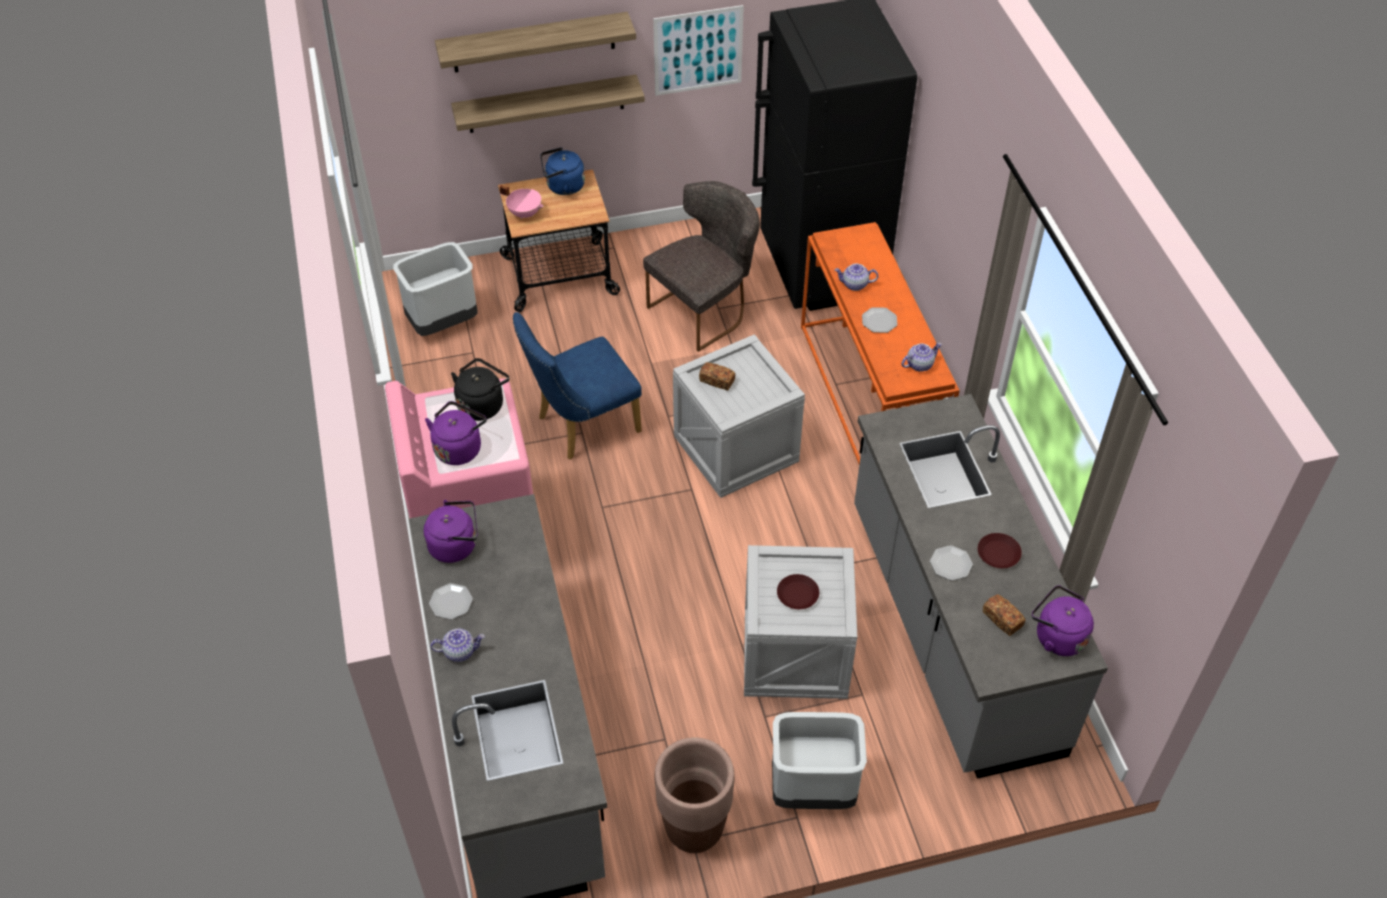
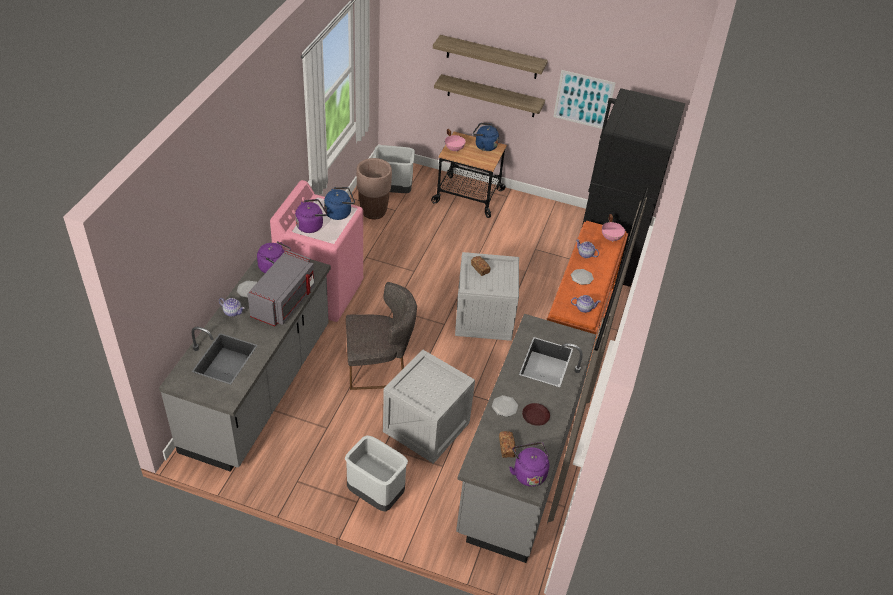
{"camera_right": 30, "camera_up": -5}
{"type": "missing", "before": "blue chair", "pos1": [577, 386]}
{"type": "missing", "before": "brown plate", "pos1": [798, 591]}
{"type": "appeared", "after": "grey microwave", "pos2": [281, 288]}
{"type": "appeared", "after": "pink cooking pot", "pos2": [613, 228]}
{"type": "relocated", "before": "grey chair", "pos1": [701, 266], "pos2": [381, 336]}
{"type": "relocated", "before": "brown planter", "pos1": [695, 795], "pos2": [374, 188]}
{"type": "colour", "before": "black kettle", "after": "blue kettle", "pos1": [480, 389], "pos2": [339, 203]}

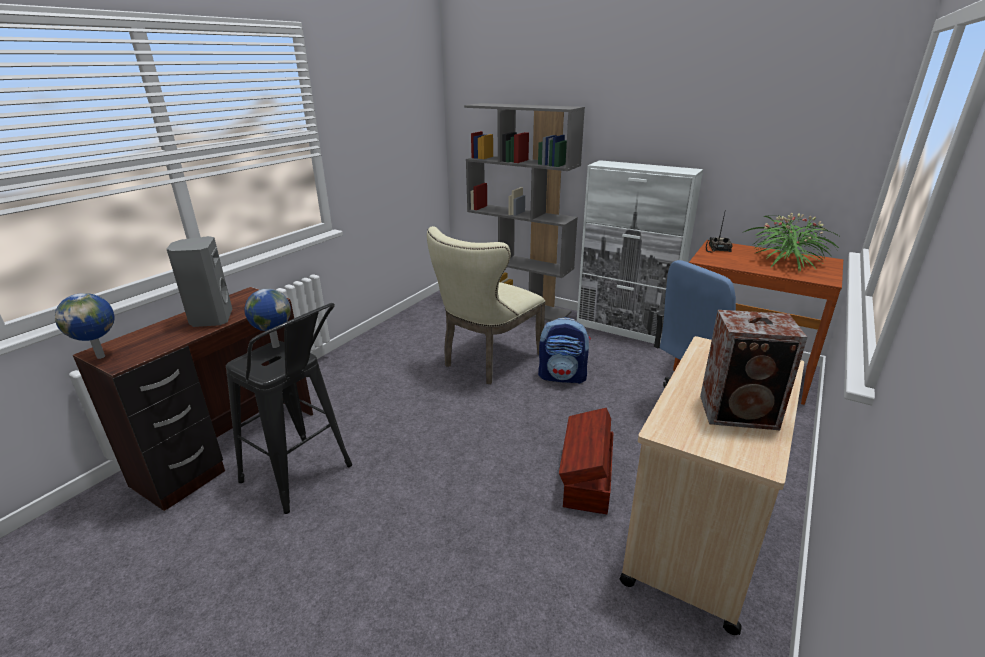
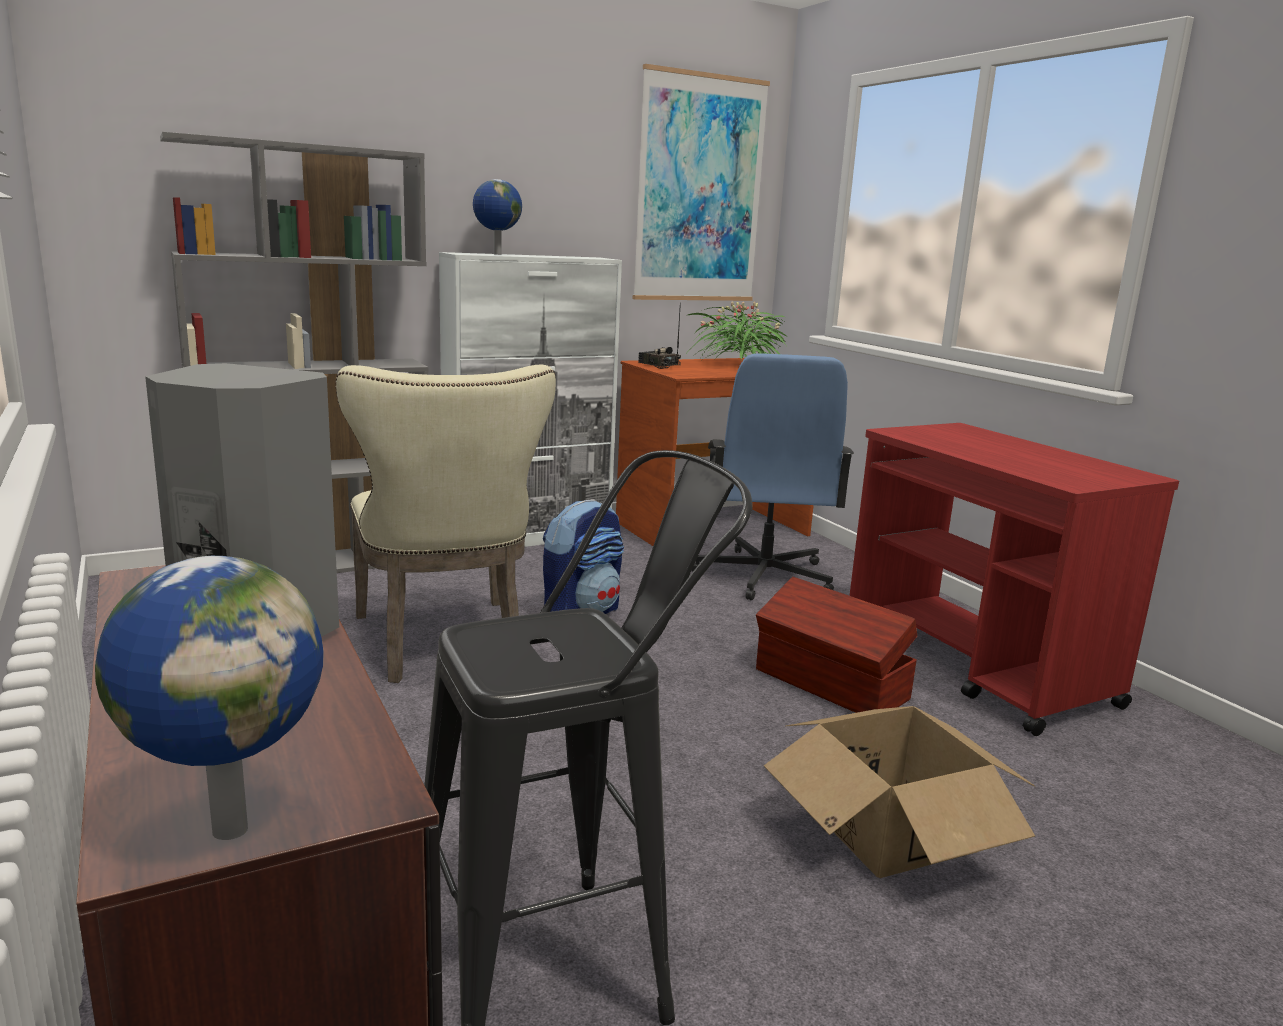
{"camera_right": -60, "camera_up": -10}
{"type": "missing", "before": "speaker", "pos1": [753, 370]}
{"type": "appeared", "after": "picture", "pos2": [701, 182]}
{"type": "appeared", "after": "cardboard box", "pos2": [899, 792]}
{"type": "relocated", "before": "globe", "pos1": [267, 318], "pos2": [497, 217]}
{"type": "colour", "before": "beige cart", "after": "red cart", "pos1": [712, 485], "pos2": [1014, 579]}

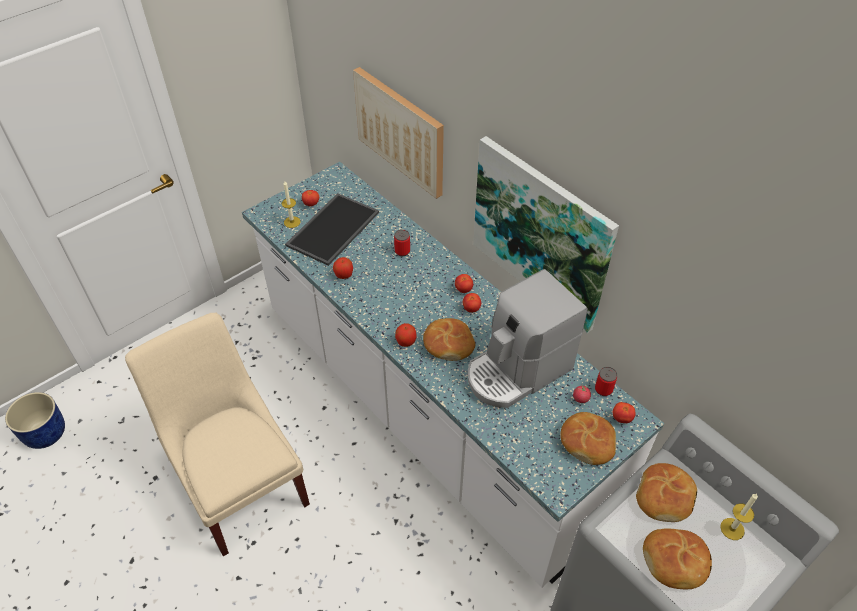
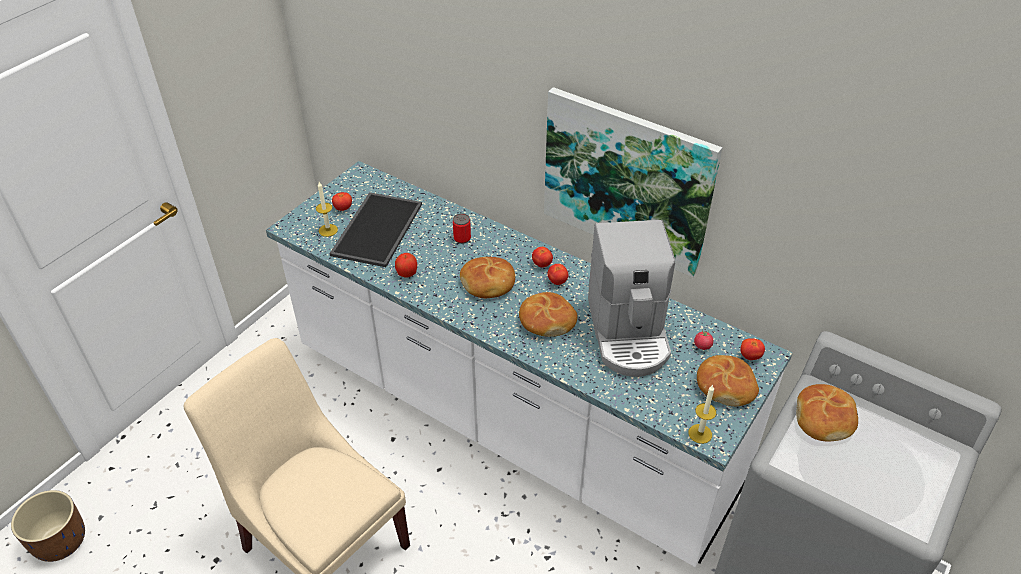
{"camera_right": -15, "camera_up": -5}
{"type": "missing", "before": "picture", "pos1": [398, 133]}
{"type": "missing", "before": "apple", "pos1": [406, 335]}
{"type": "missing", "before": "can", "pos1": [606, 381]}
{"type": "relocated", "before": "bread", "pos1": [677, 558], "pos2": [487, 277]}
{"type": "relocated", "before": "candle", "pos1": [739, 517], "pos2": [702, 414]}
{"type": "colour", "before": "blue planter", "after": "brown planter", "pos1": [35, 420], "pos2": [48, 526]}
{"type": "spun", "before": "coffee machine", "pos1": [528, 338], "pos2": [631, 298], "turn": -45}

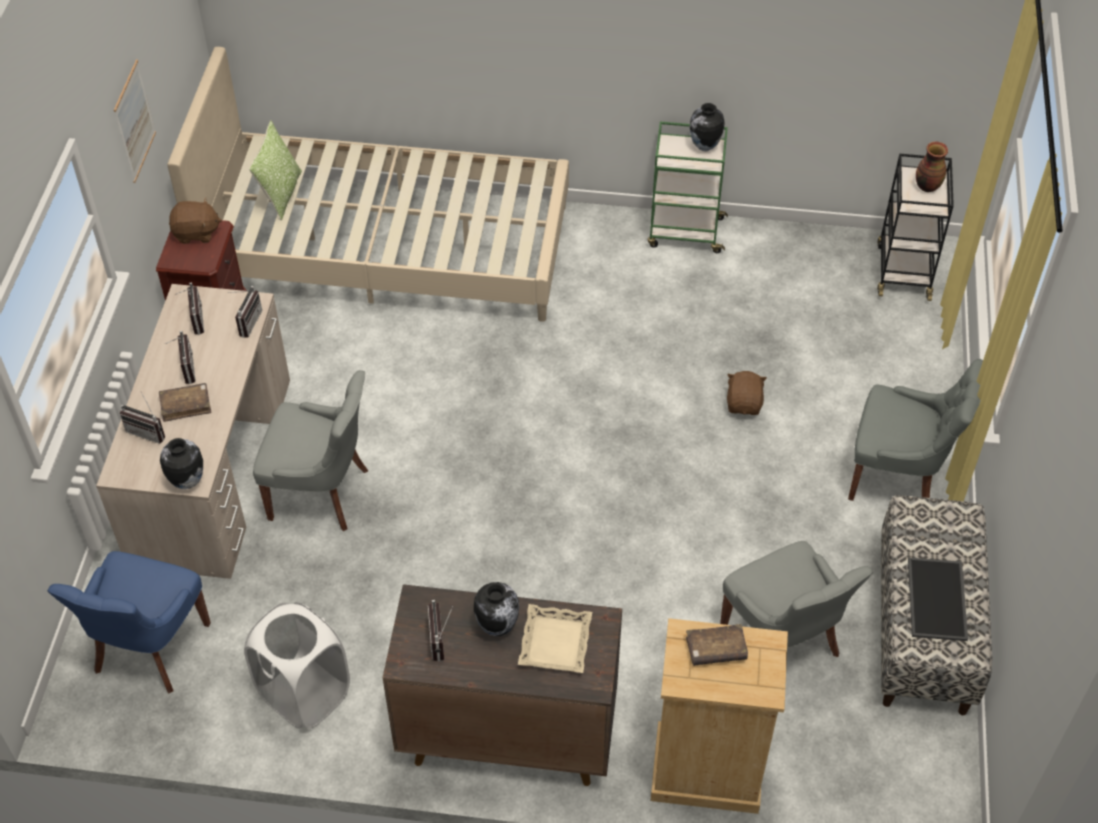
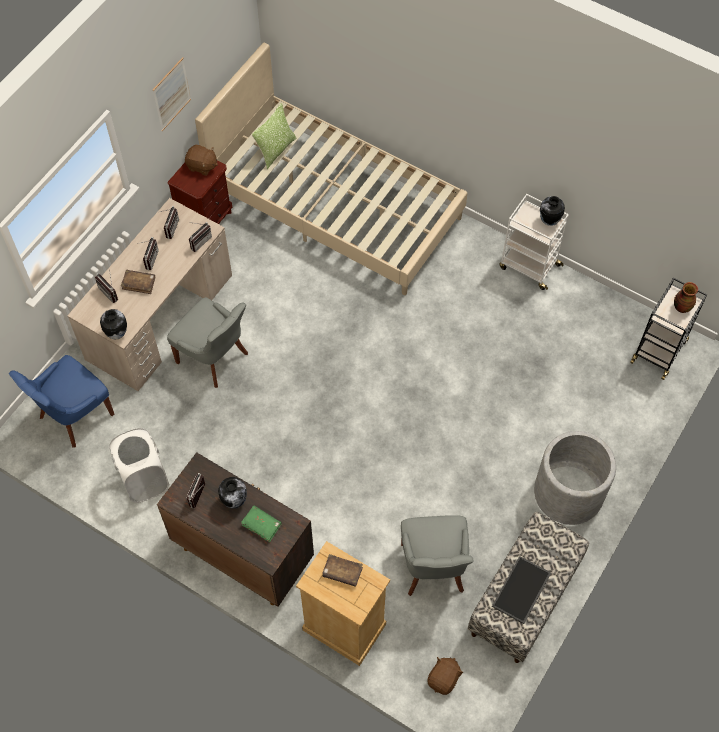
{"camera_right": 25, "camera_up": 10}
{"type": "relocated", "before": "brown plush toy", "pos1": [747, 393], "pos2": [446, 676]}
{"type": "exchanged", "before": "beige tray", "after": "green book", "pos1": [555, 638], "pos2": [261, 524]}
{"type": "exchanged", "before": "grey chair", "after": "grey planter", "pos1": [915, 430], "pos2": [575, 478]}
{"type": "colour", "before": "green cart", "after": "white cart", "pos1": [688, 187], "pos2": [534, 242]}

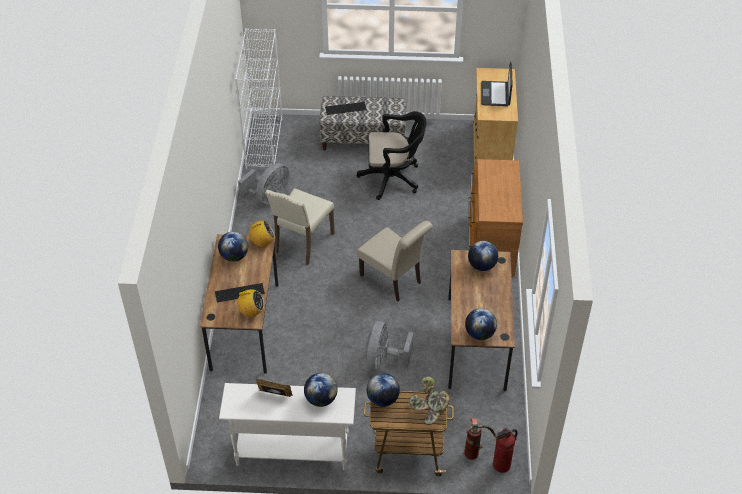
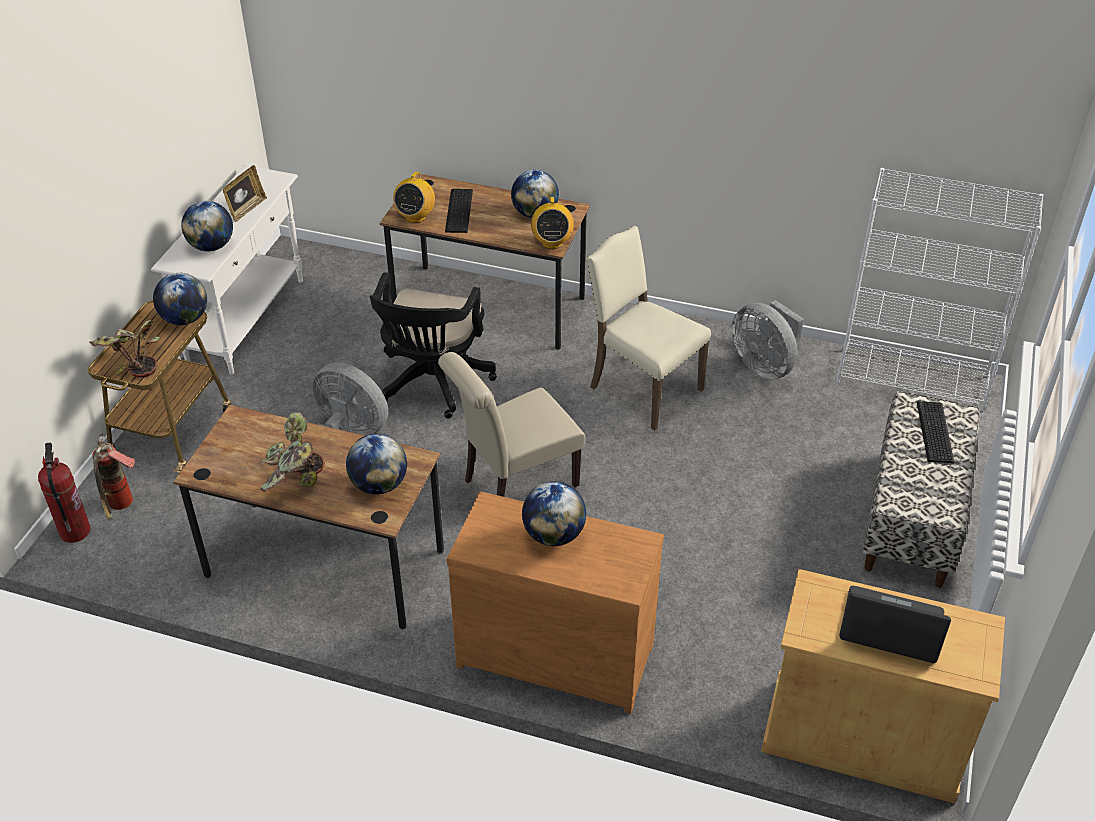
{"camera_right": 105, "camera_up": -5}
{"type": "appeared", "after": "potted plant", "pos2": [292, 452]}
{"type": "relocated", "before": "black office chair", "pos1": [392, 155], "pos2": [433, 345]}
{"type": "relocated", "before": "globe", "pos1": [481, 324], "pos2": [554, 513]}

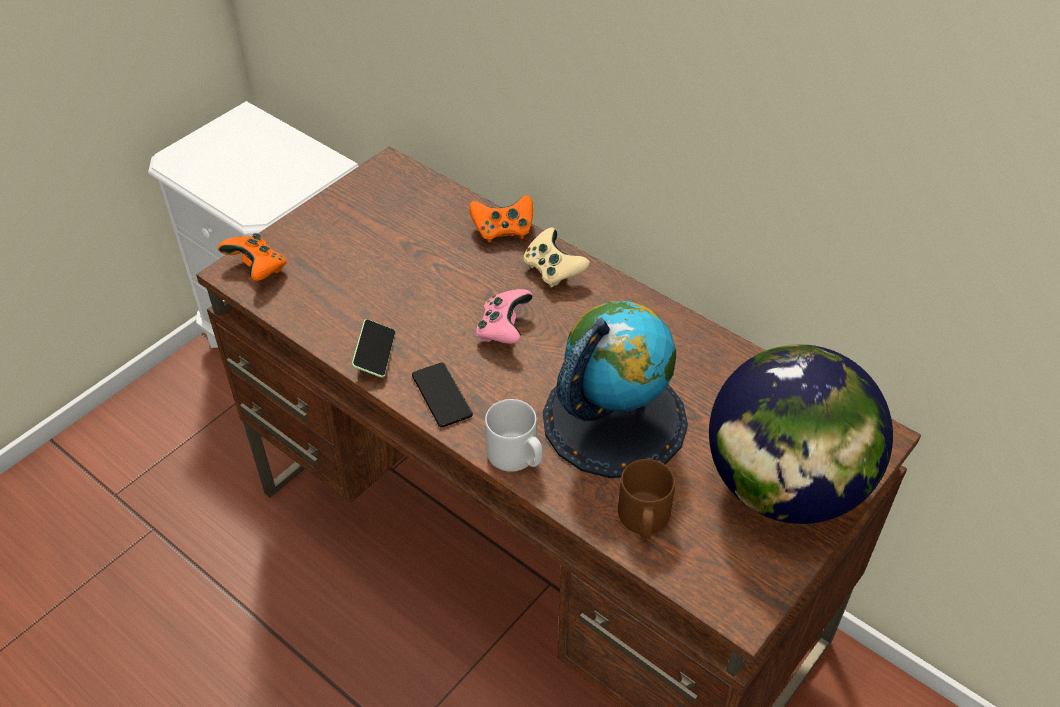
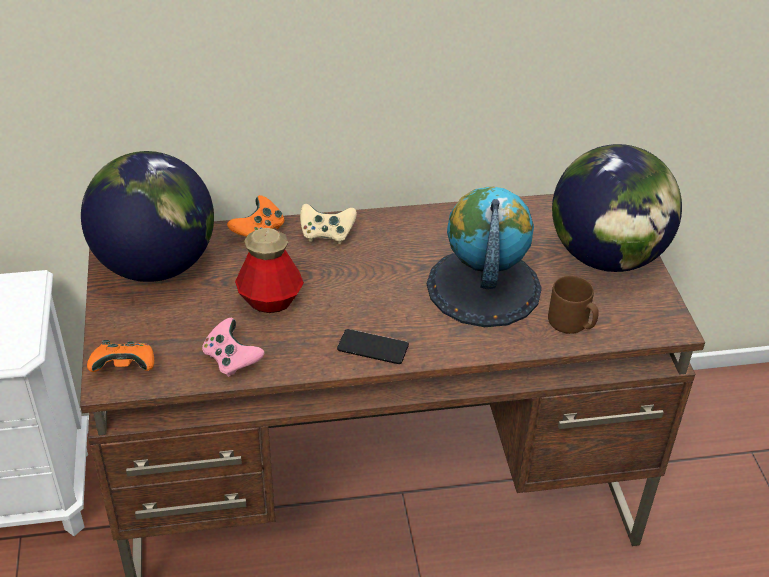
{"camera_right": -50, "camera_up": -5}
{"type": "missing", "before": "phone", "pos1": [374, 348]}
{"type": "missing", "before": "grey mug", "pos1": [514, 435]}
{"type": "appeared", "after": "globe", "pos2": [147, 216]}
{"type": "appeared", "after": "bottle", "pos2": [269, 270]}
{"type": "relocated", "before": "pink game controller", "pos1": [504, 316], "pos2": [233, 347]}

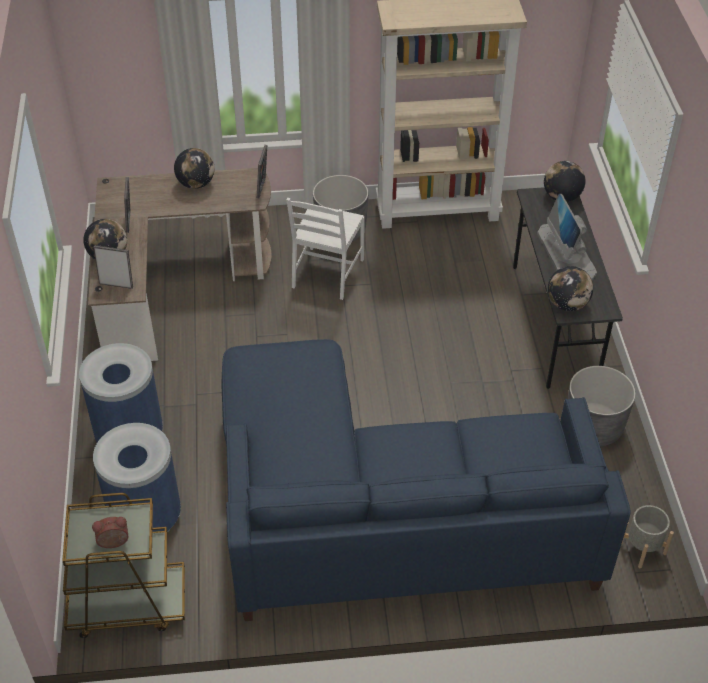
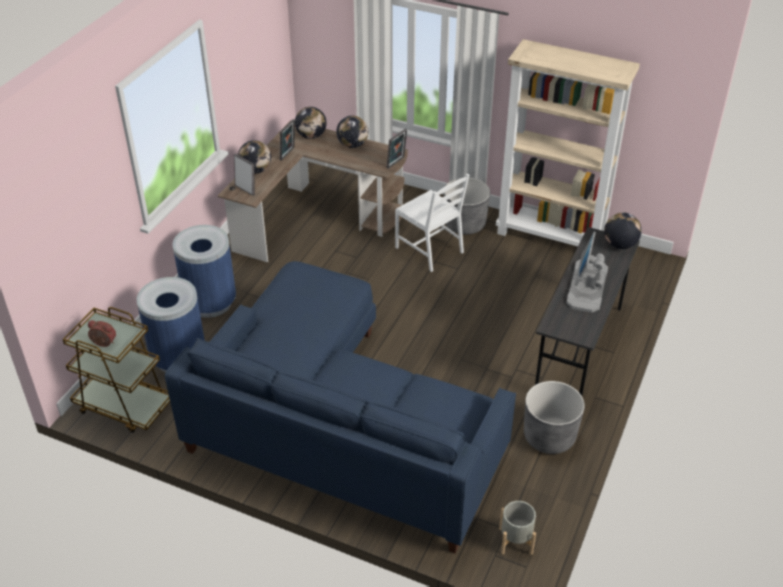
{"camera_right": 30, "camera_up": -5}
{"type": "relocated", "before": "globe", "pos1": [570, 288], "pos2": [311, 123]}
{"type": "spun", "before": "white chair", "pos1": [326, 249], "pos2": [432, 223], "turn": -90}

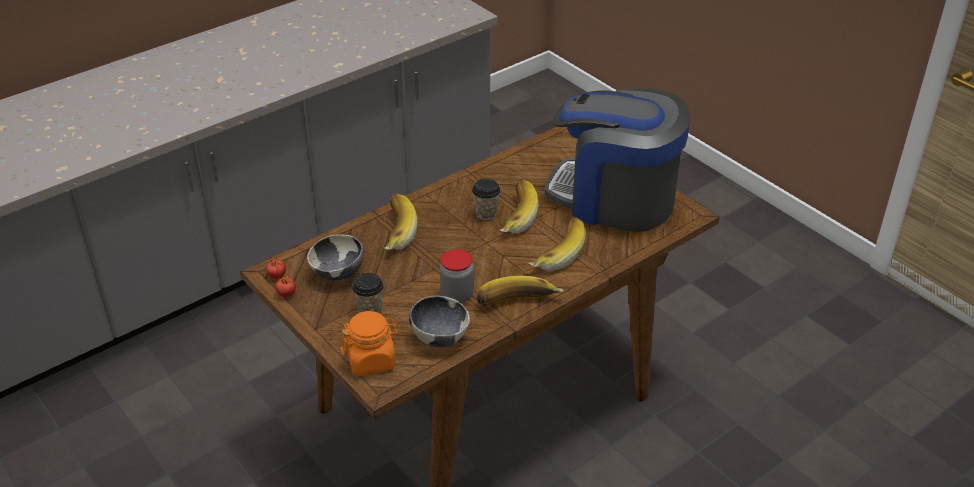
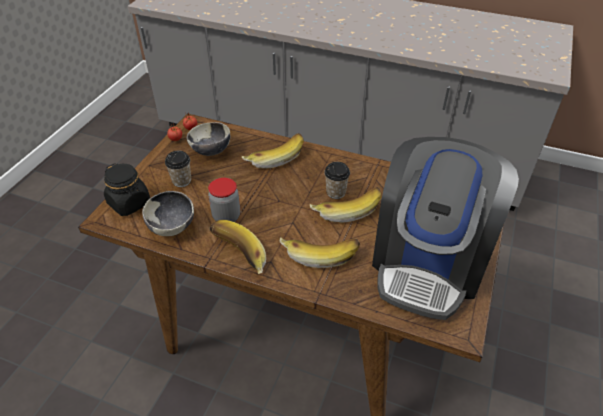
{"camera_right": 60, "camera_up": 5}
{"type": "colour", "before": "orange jar", "after": "black jar", "pos1": [370, 343], "pos2": [127, 189]}
{"type": "spun", "before": "coffee machine", "pos1": [617, 160], "pos2": [445, 228], "turn": -150}

